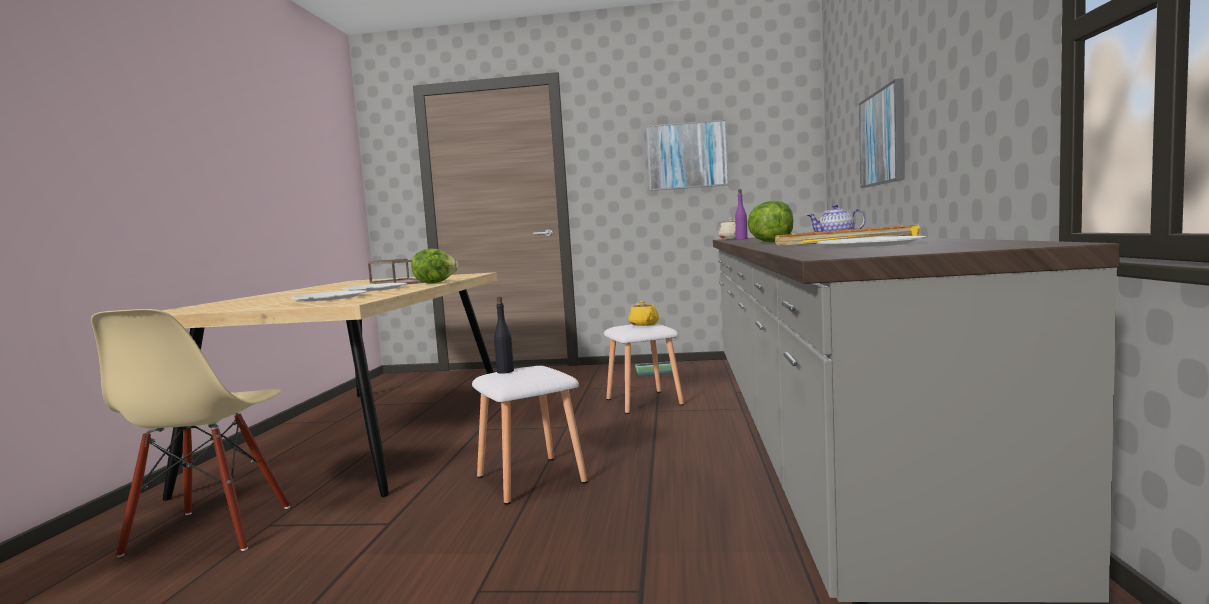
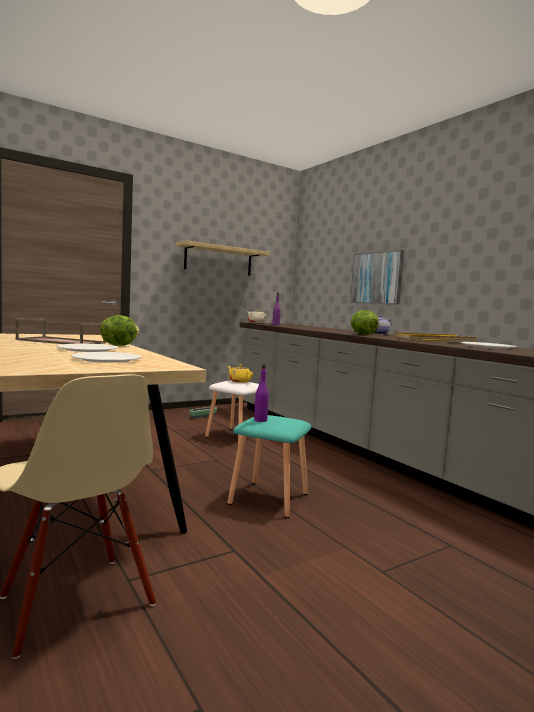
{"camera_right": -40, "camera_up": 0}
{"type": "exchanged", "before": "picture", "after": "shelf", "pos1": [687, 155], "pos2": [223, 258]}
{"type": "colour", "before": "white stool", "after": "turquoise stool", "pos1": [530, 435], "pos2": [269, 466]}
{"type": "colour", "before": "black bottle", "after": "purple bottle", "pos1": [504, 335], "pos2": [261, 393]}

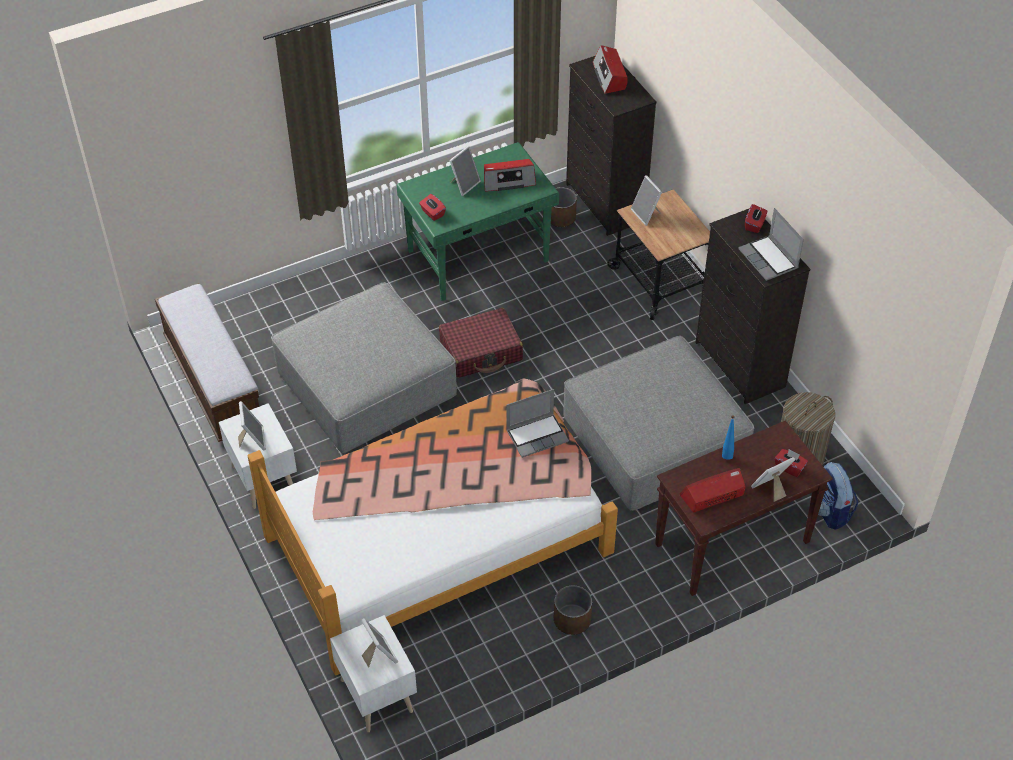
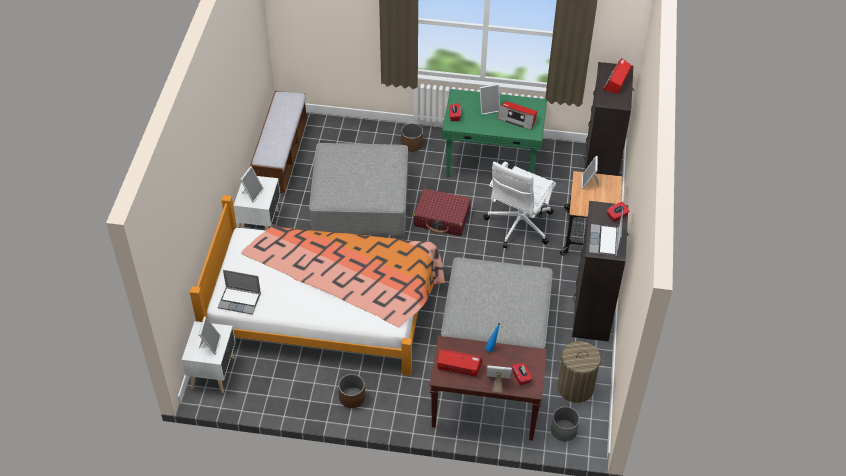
{"camera_right": 35, "camera_up": 0}
{"type": "appeared", "after": "white office chair", "pos2": [520, 205]}
{"type": "relocated", "before": "laptop", "pos1": [537, 423], "pos2": [239, 292]}
{"type": "relocated", "before": "brown planter", "pos1": [564, 207], "pos2": [412, 137]}
{"type": "exchanged", "before": "backpack", "after": "grey planter", "pos1": [834, 496], "pos2": [565, 424]}

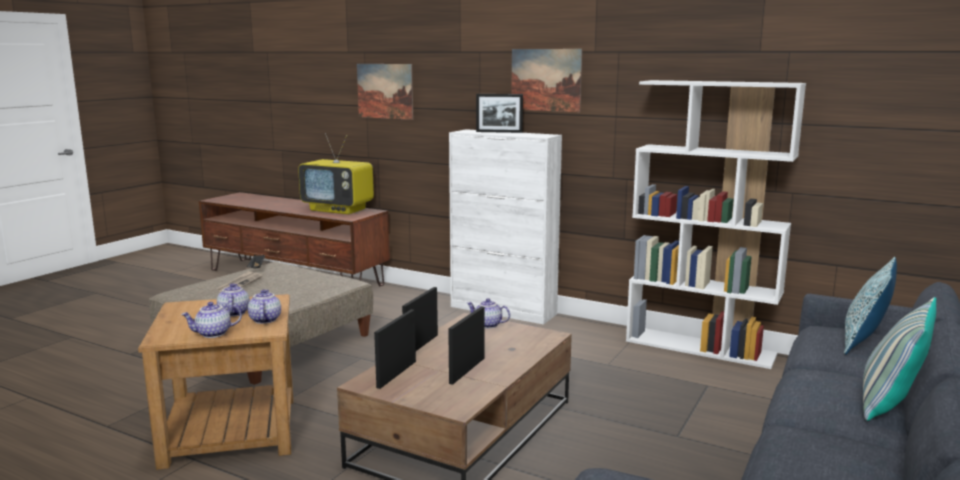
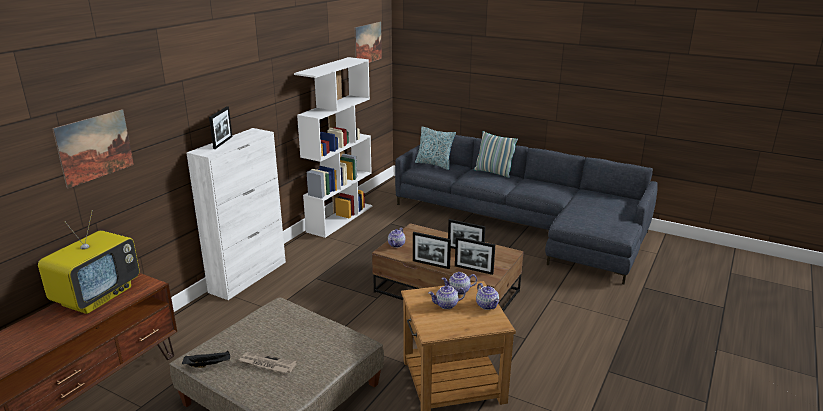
{"camera_right": -90, "camera_up": 10}
{"type": "relocated", "before": "picture", "pos1": [547, 80], "pos2": [368, 42]}

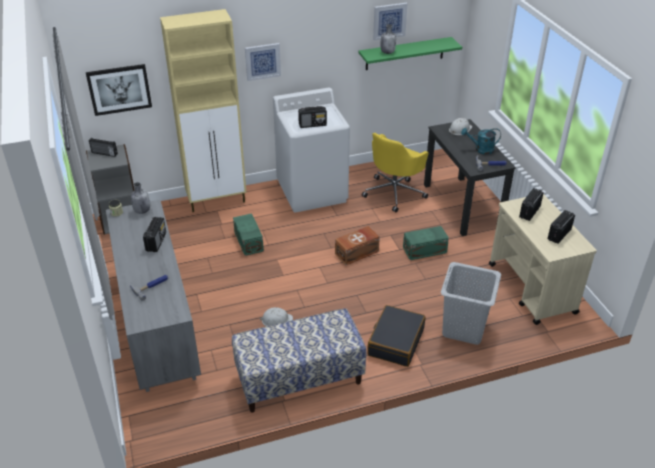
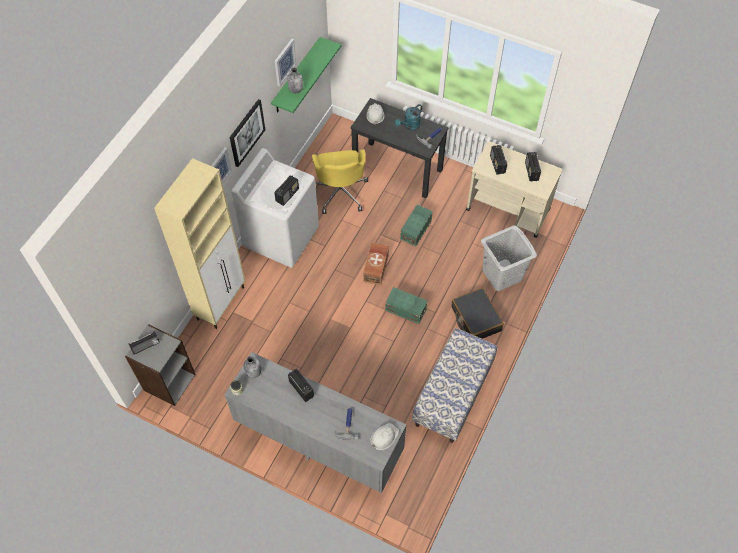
{"camera_right": -45, "camera_up": 20}
{"type": "relocated", "before": "picture", "pos1": [119, 90], "pos2": [247, 133]}
{"type": "relocated", "before": "green storage box", "pos1": [248, 234], "pos2": [406, 305]}
{"type": "relocated", "before": "white hard hat", "pos1": [276, 316], "pos2": [384, 436]}

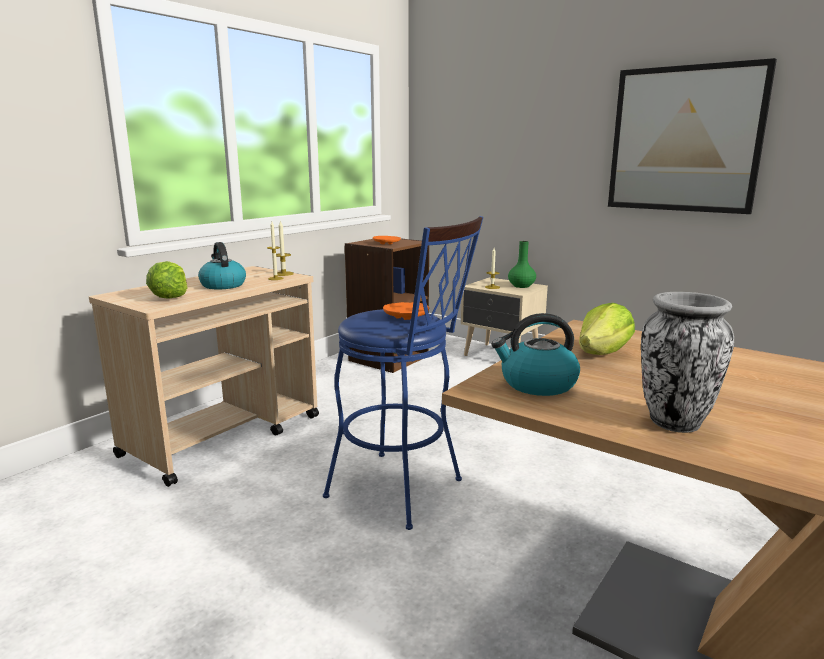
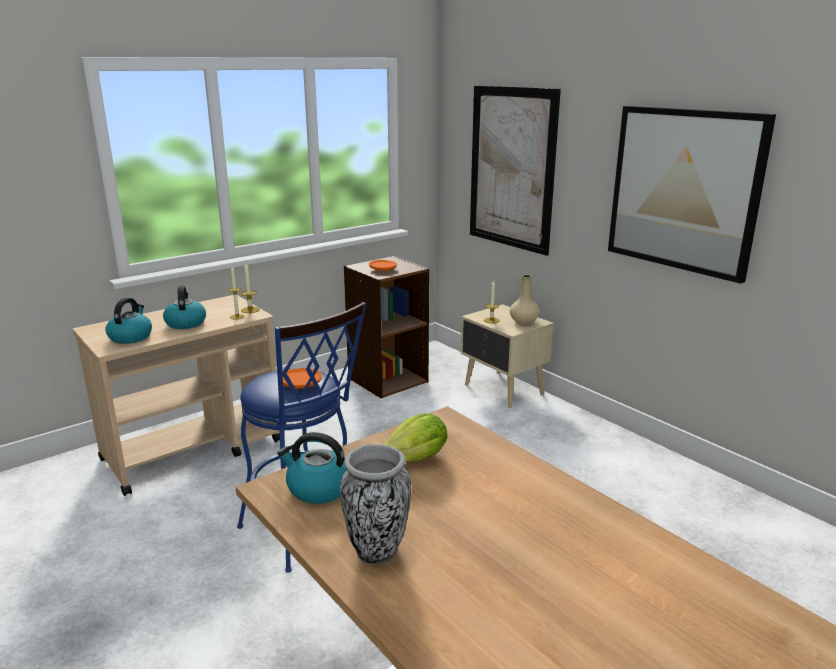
{"camera_right": 15, "camera_up": 5}
{"type": "appeared", "after": "picture", "pos2": [515, 170]}
{"type": "exchanged", "before": "lettuce", "after": "kettle", "pos1": [167, 280], "pos2": [128, 321]}
{"type": "colour", "before": "green vase", "after": "beige vase", "pos1": [522, 264], "pos2": [525, 300]}

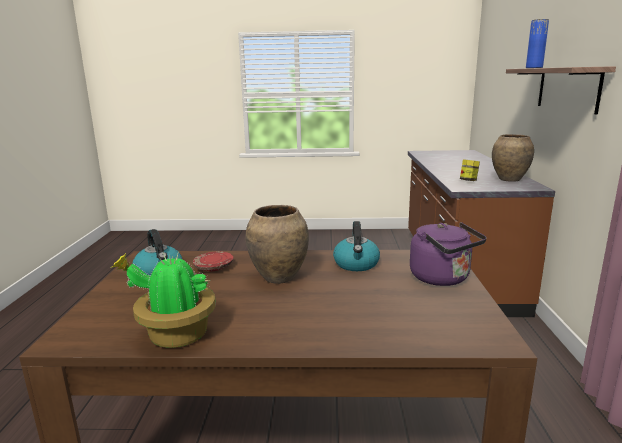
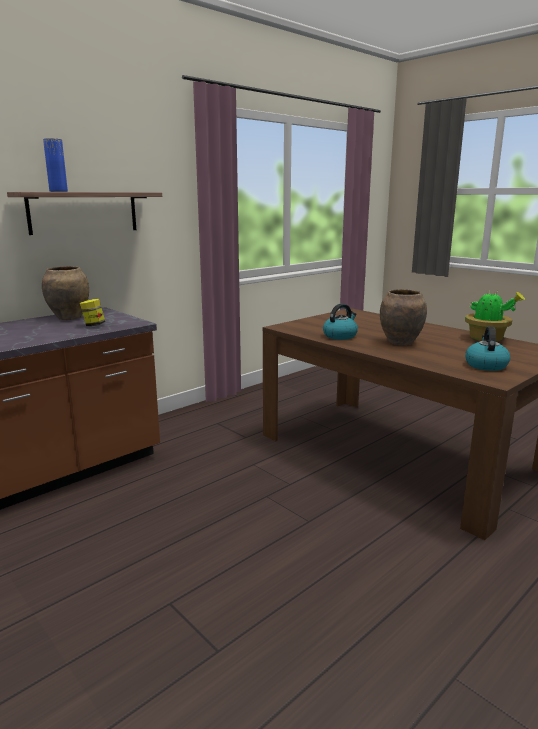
{"camera_right": -135, "camera_up": 0}
{"type": "missing", "before": "red plate", "pos1": [213, 261]}
{"type": "missing", "before": "purple kettle", "pos1": [448, 254]}

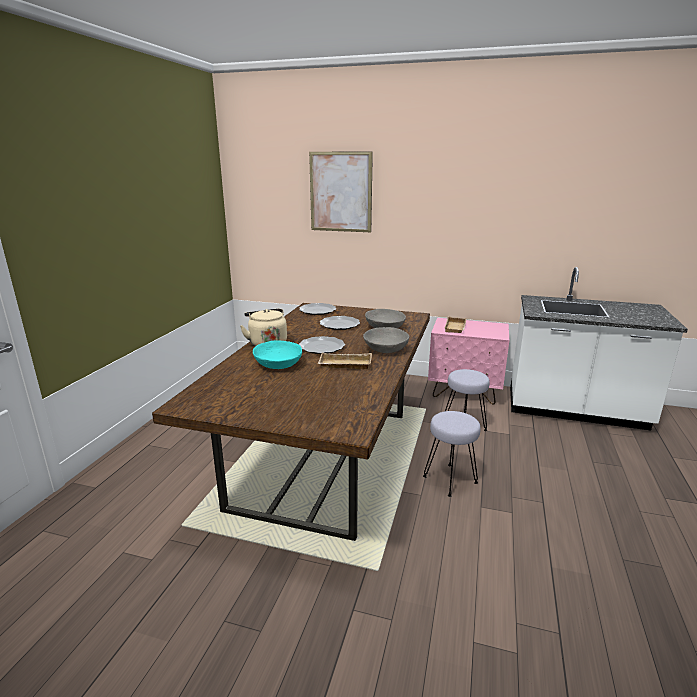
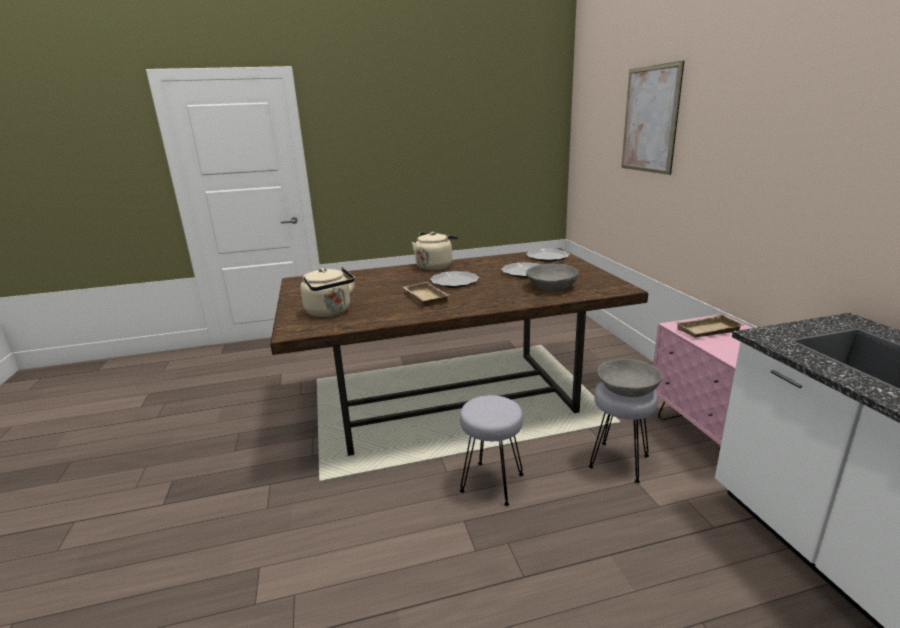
{"camera_right": 60, "camera_up": 0}
{"type": "missing", "before": "turquoise bowl", "pos1": [277, 354]}
{"type": "appeared", "after": "beige kettle", "pos2": [327, 292]}
{"type": "relocated", "before": "grey bowl", "pos1": [386, 340], "pos2": [629, 378]}

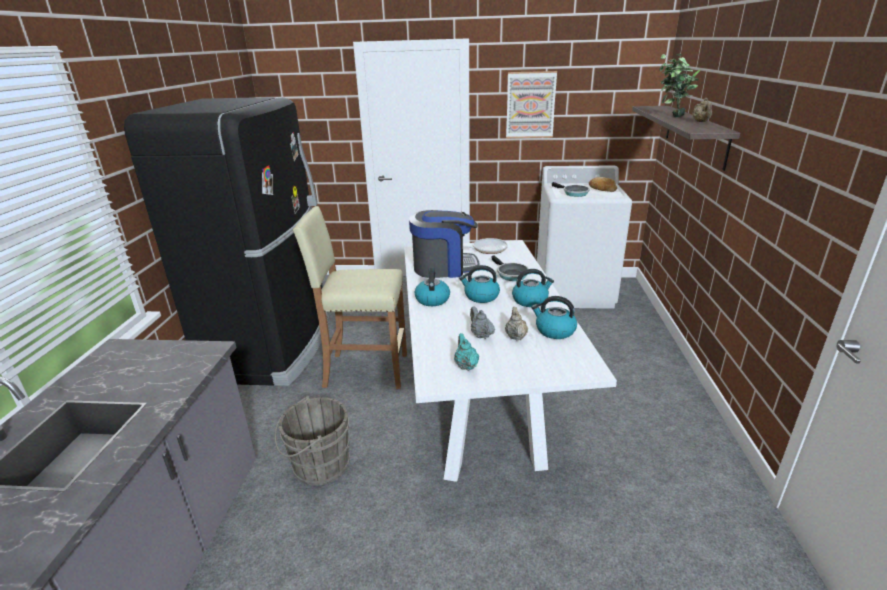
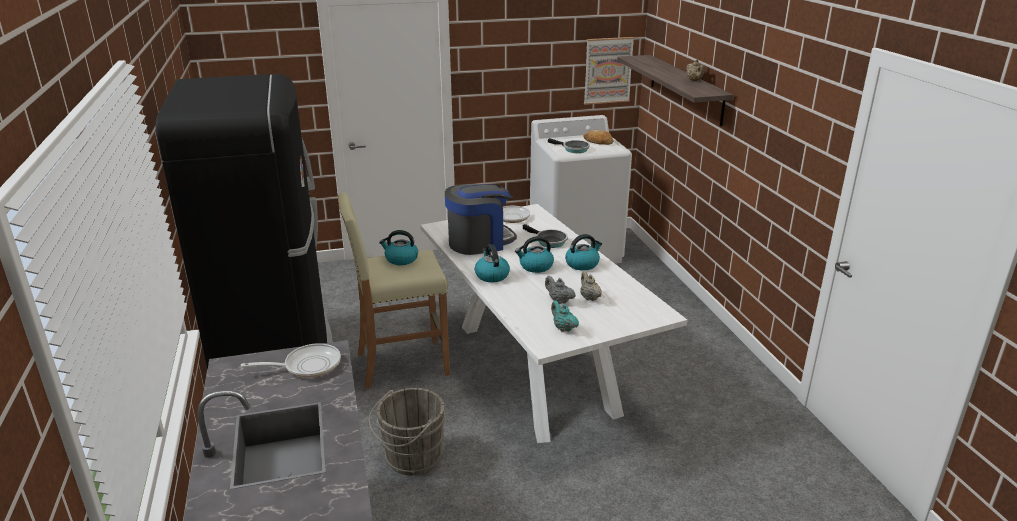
{"camera_right": -20, "camera_up": 0}
{"type": "missing", "before": "potted plant", "pos1": [680, 85]}
{"type": "appeared", "after": "frying pan", "pos2": [291, 360]}
{"type": "relocated", "before": "picture", "pos1": [531, 104], "pos2": [609, 71]}
{"type": "relocated", "before": "kettle", "pos1": [554, 317], "pos2": [398, 247]}

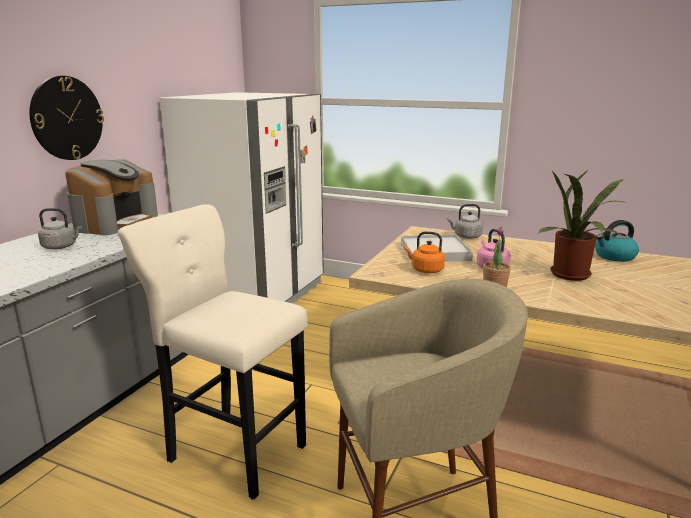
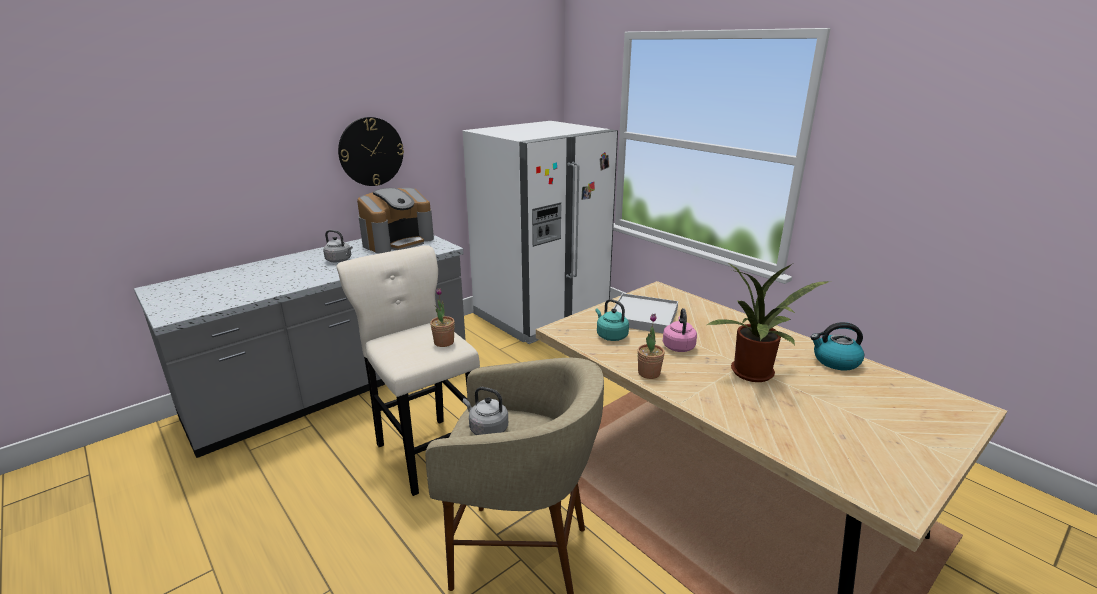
{"camera_right": 25, "camera_up": 5}
{"type": "appeared", "after": "potted plant", "pos2": [442, 317]}
{"type": "relocated", "before": "grey kettle", "pos1": [465, 221], "pos2": [485, 411]}
{"type": "colour", "before": "orange kettle", "after": "turquoise kettle", "pos1": [425, 252], "pos2": [612, 320]}

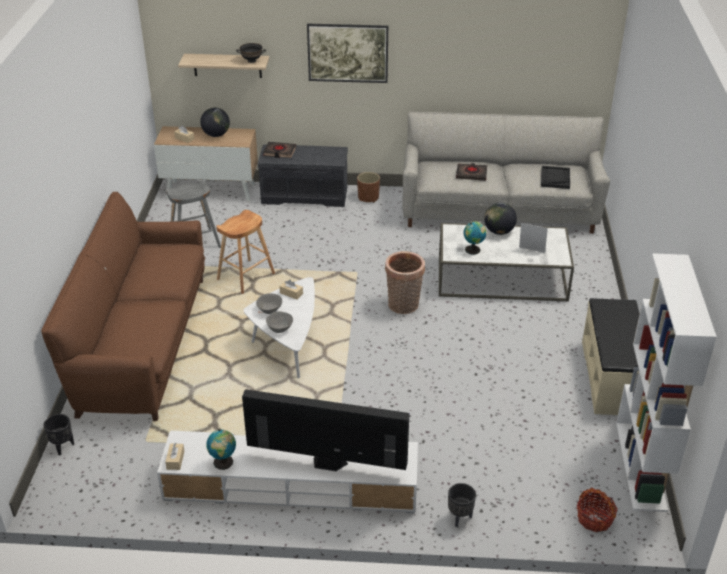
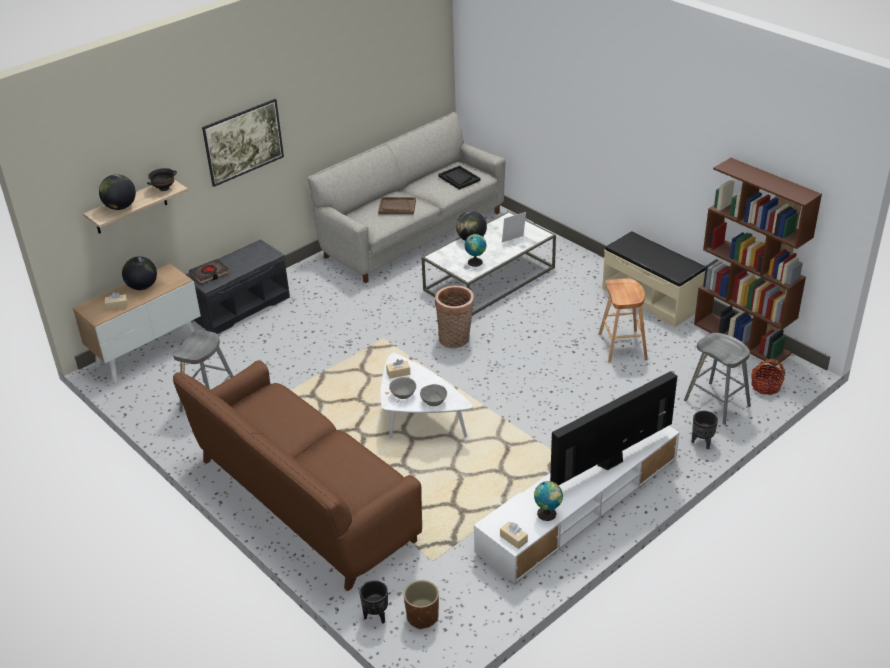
{"camera_right": -45, "camera_up": 0}
{"type": "appeared", "after": "globe", "pos2": [117, 192]}
{"type": "appeared", "after": "grey stool", "pos2": [717, 379]}
{"type": "relocated", "before": "brown stool", "pos1": [245, 252], "pos2": [623, 320]}
{"type": "relocated", "before": "brown planter", "pos1": [368, 187], "pos2": [421, 604]}
{"type": "exchanged", "before": "black book", "after": "brown tray", "pos1": [471, 172], "pos2": [397, 206]}
{"type": "colour", "before": "white bookcase", "after": "brown bookcase", "pos1": [666, 382], "pos2": [758, 262]}

